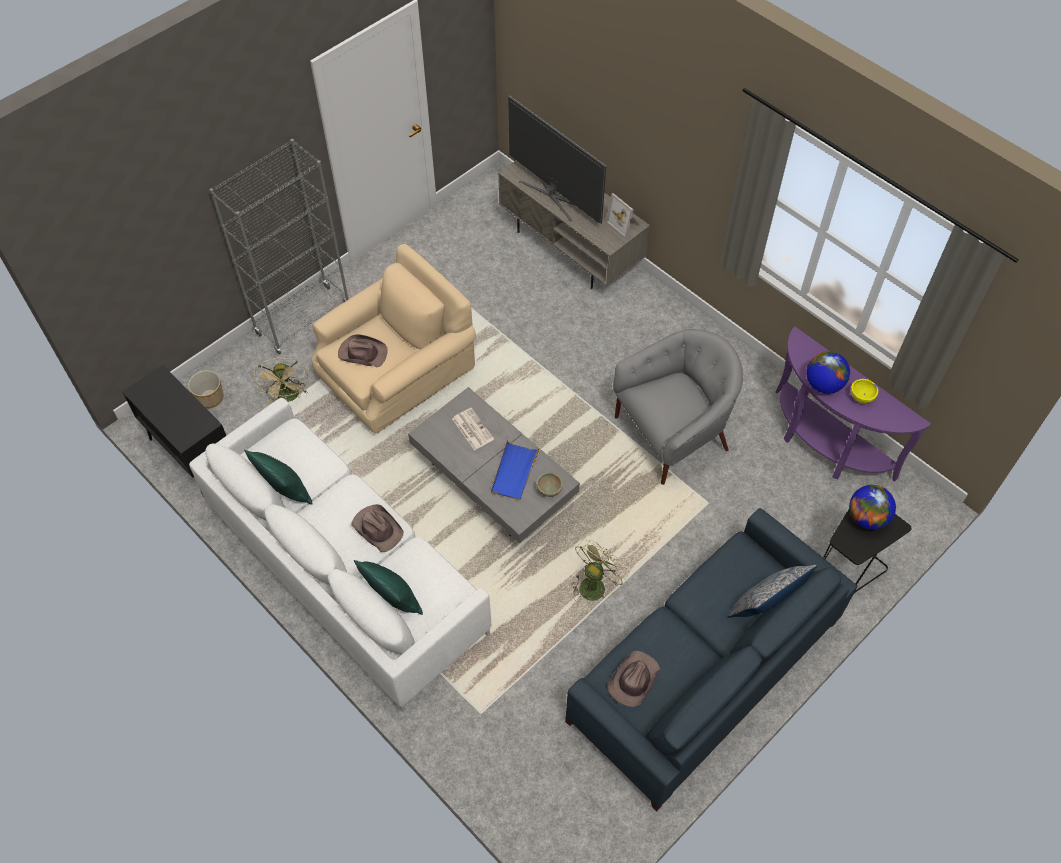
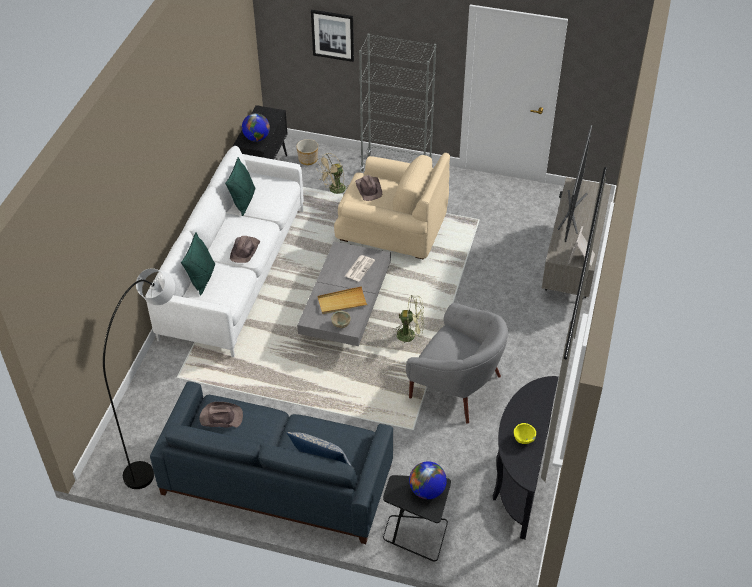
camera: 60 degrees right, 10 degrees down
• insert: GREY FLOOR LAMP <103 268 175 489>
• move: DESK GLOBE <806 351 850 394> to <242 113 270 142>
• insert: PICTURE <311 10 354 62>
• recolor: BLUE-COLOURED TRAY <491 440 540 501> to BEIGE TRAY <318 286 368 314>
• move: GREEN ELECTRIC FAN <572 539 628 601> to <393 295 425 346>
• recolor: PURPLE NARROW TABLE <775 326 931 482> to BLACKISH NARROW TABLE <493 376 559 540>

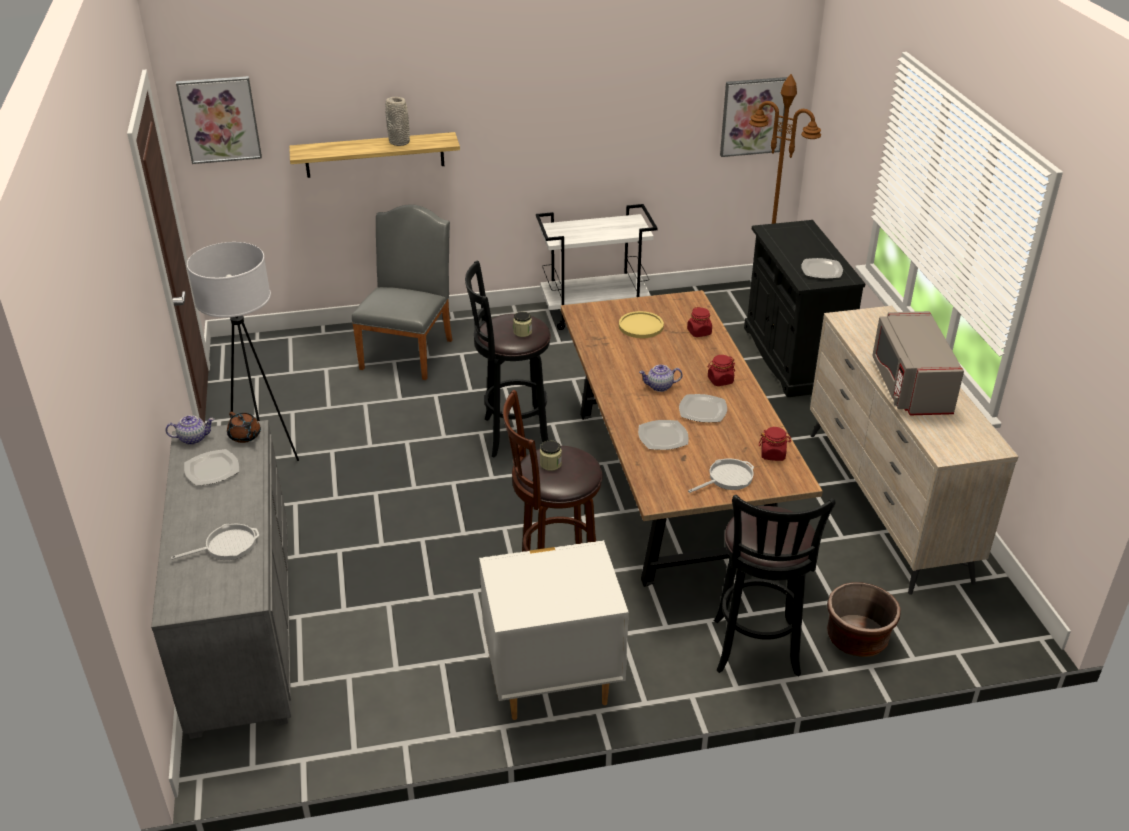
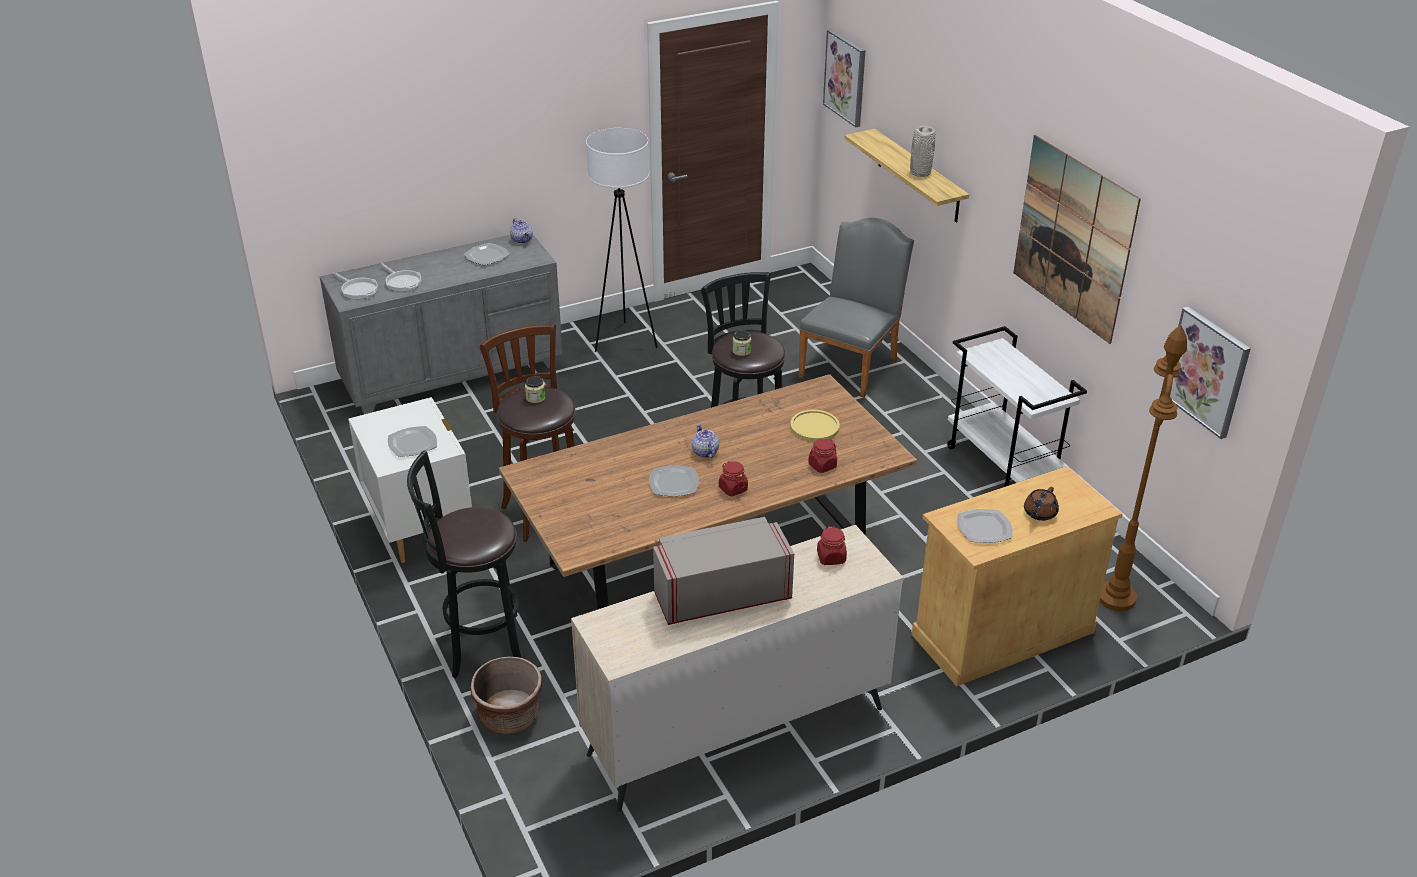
camera: 75 degrees right, 0 degrees up
• move: SKILLET <688 458 754 493> to <333 272 378 299>
• move: FLAT DISH <638 420 689 450> to <388 426 437 457>
• rotate: GREY CHAIR <352 204 452 380> = <799 218 914 398> 60 degrees counterclockwise
• move: REDDISH JAR <759 427 791 461> to <817 526 847 565>
• recolor: BLACKISH CABINET <744 220 865 397> to BEIGE CABINET <912 466 1122 686>
• insert: PICTURE <1013 135 1141 344>
• move: BROWN-COLOURED TEAPOT <227 412 261 443> to <1024 487 1059 521>

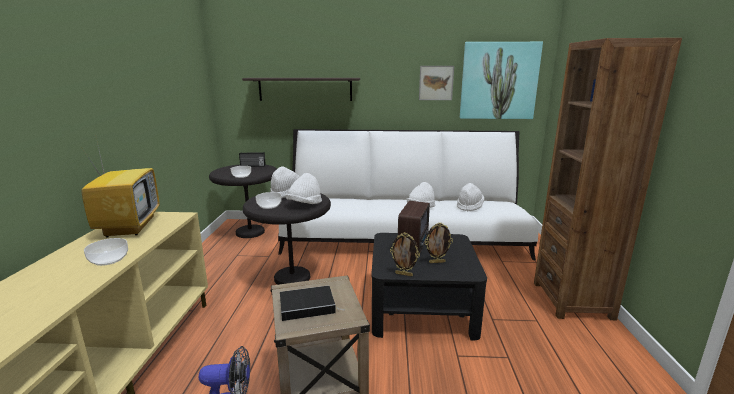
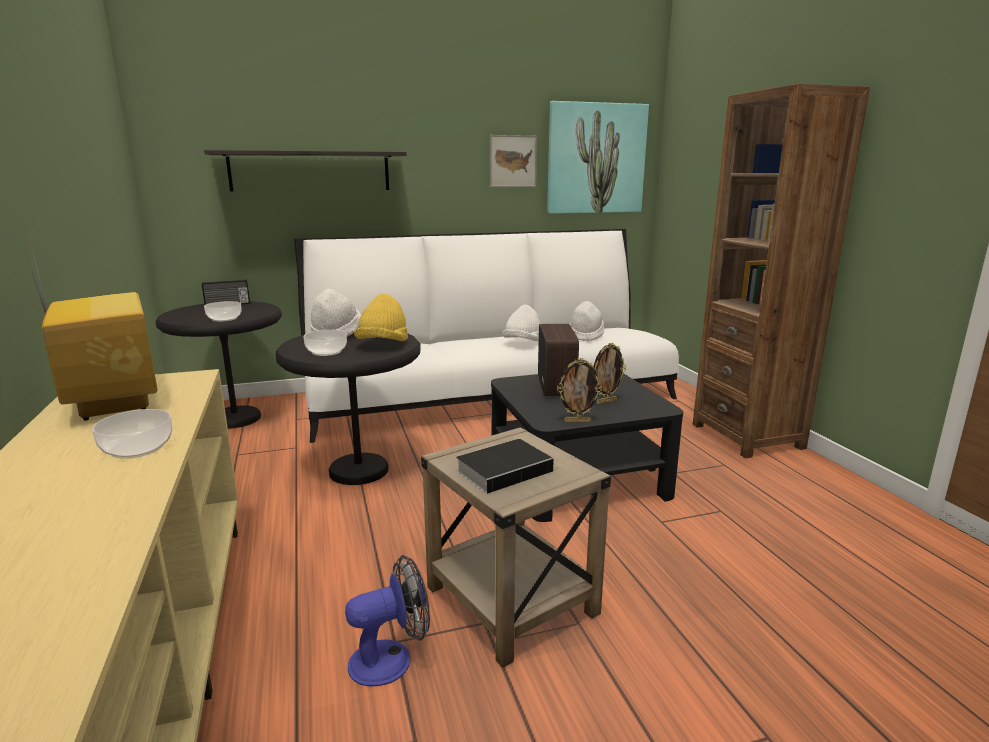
camera: 20 degrees left, 0 degrees up
• recolor: WHITISH CLOTHING HAT <285 173 322 204> to YELLOW CLOTHING HAT <354 293 408 341>

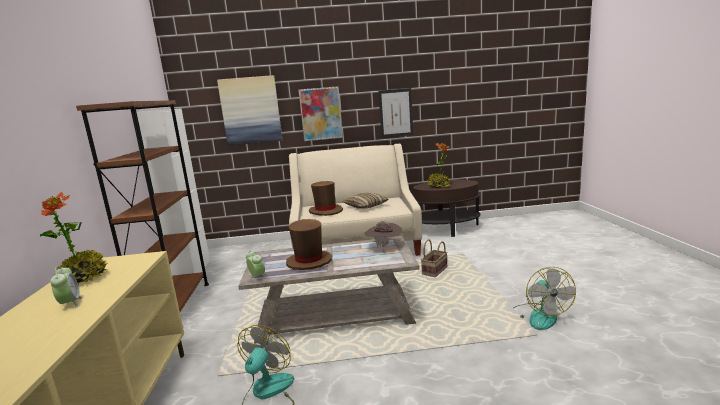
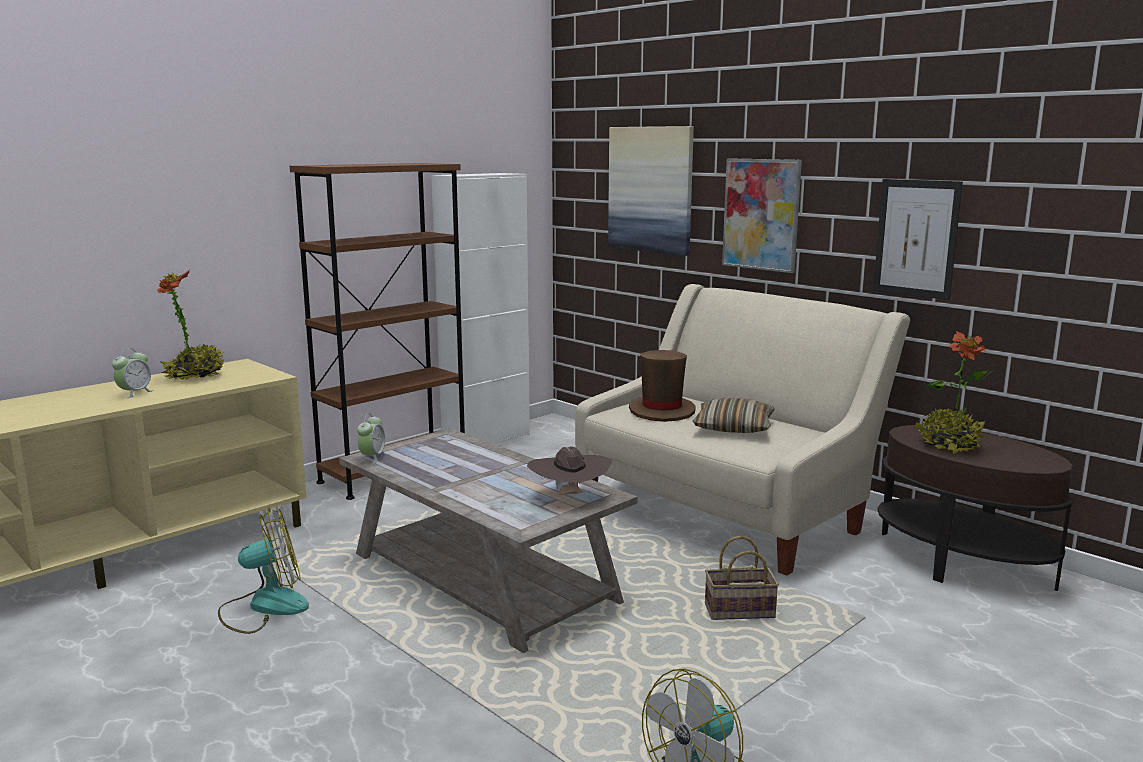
camera: 50 degrees right, 0 degrees up
• delete: BROWN-COLOURED CLOTHING HAT <286 219 332 270>

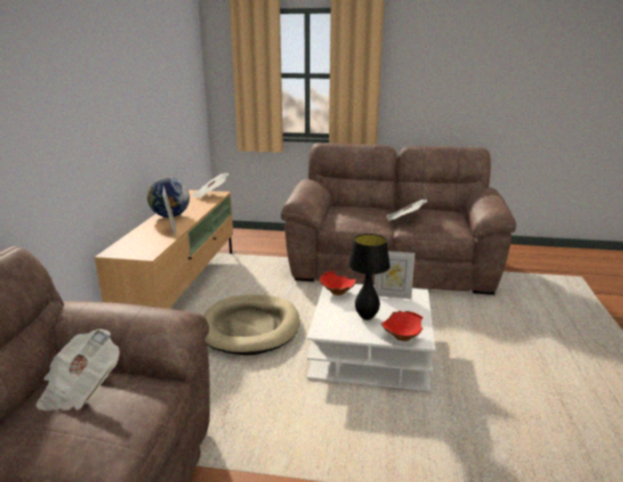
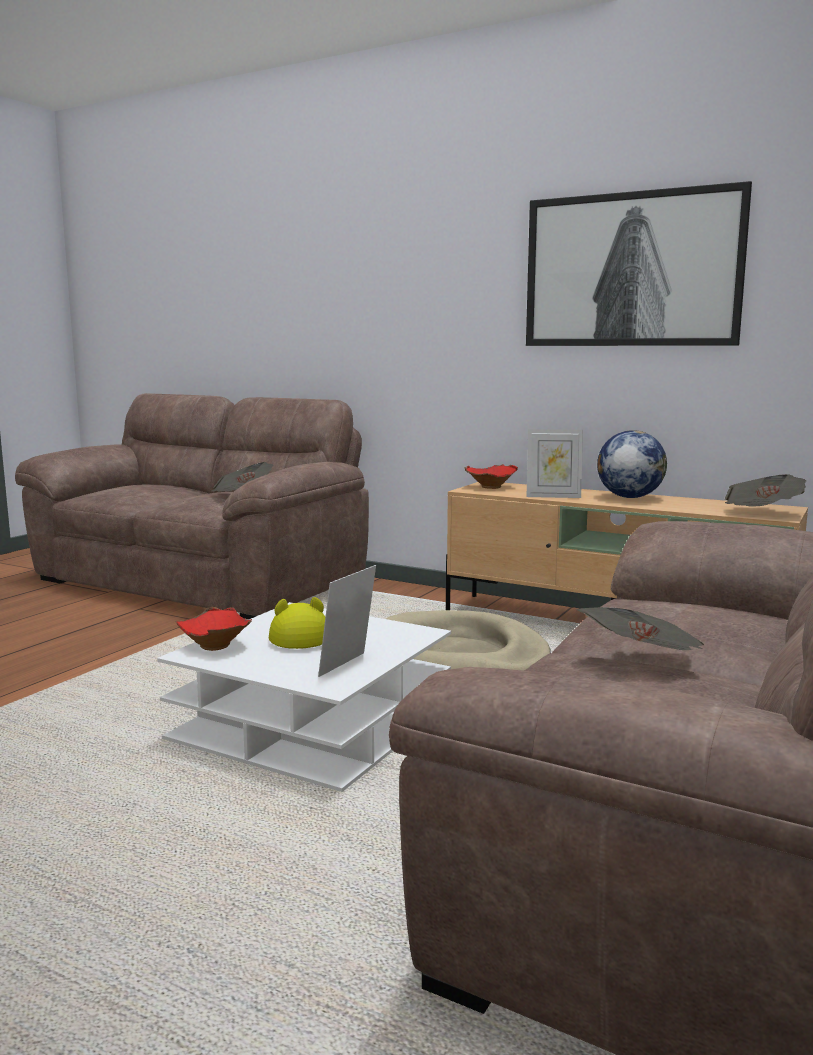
camera: 110 degrees right, 10 degrees down
• replace: BLACKISH TABLE LAMP <348 234 390 320> to YELLOW CLOTHING HAT <269 597 325 649>
• move: REDDISH DEEP DISH <319 271 357 295> to <465 464 518 489>
• insert: PICTURE <526 181 752 346>

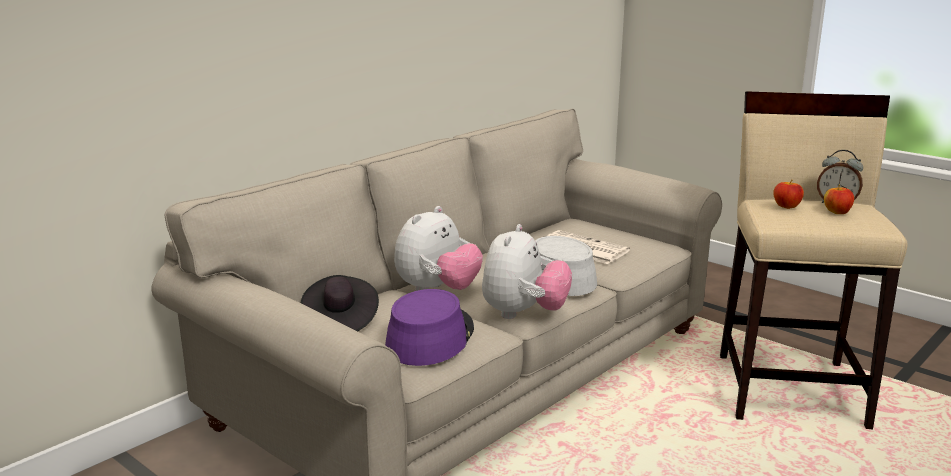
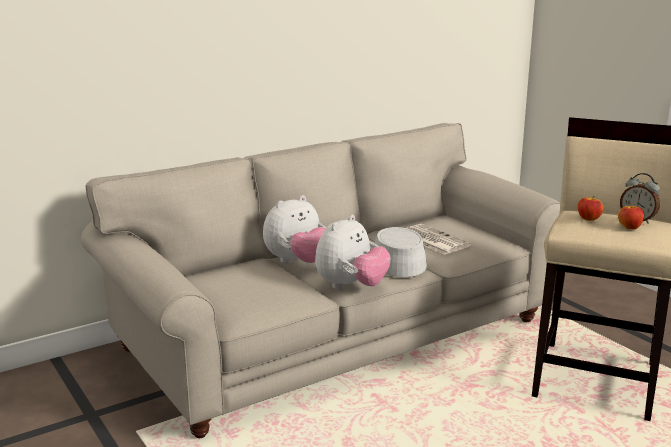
camera: 15 degrees right, 0 degrees up
• delete: BLACKISH CLOTHING HAT <301 275 379 331>
• delete: PURPLE CLOTHING HAT <385 289 474 366>

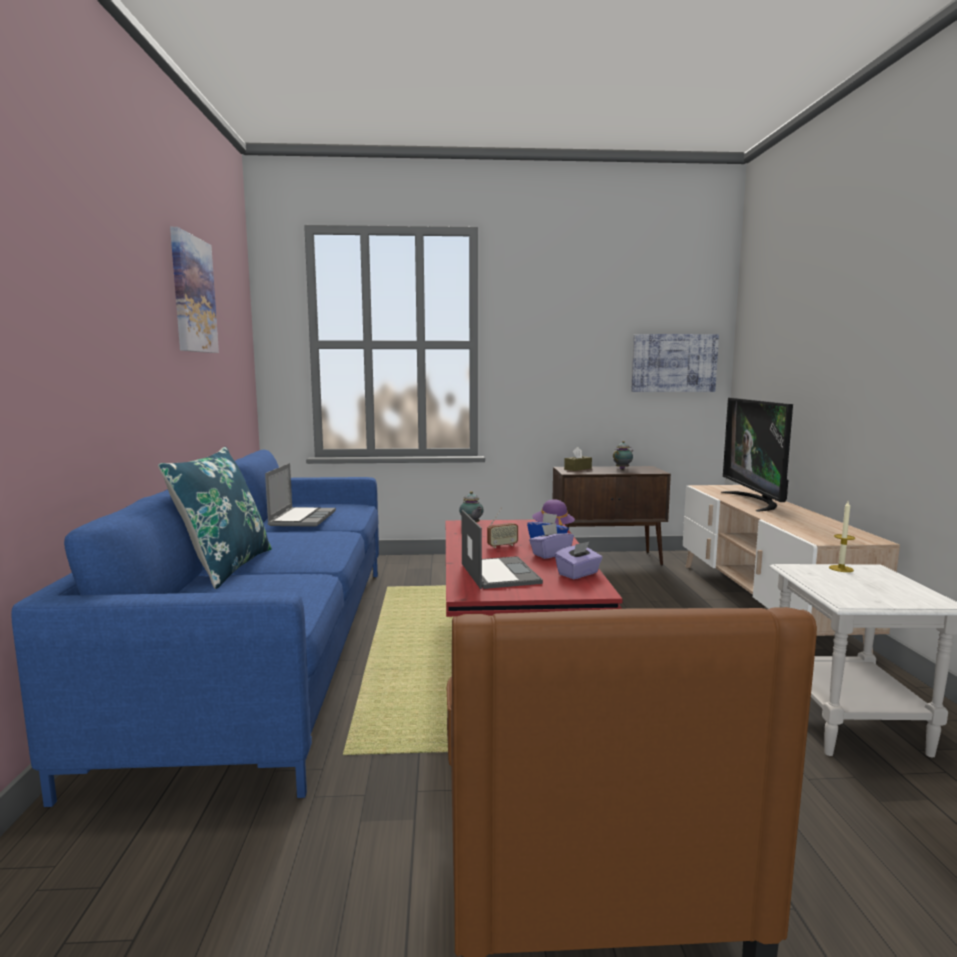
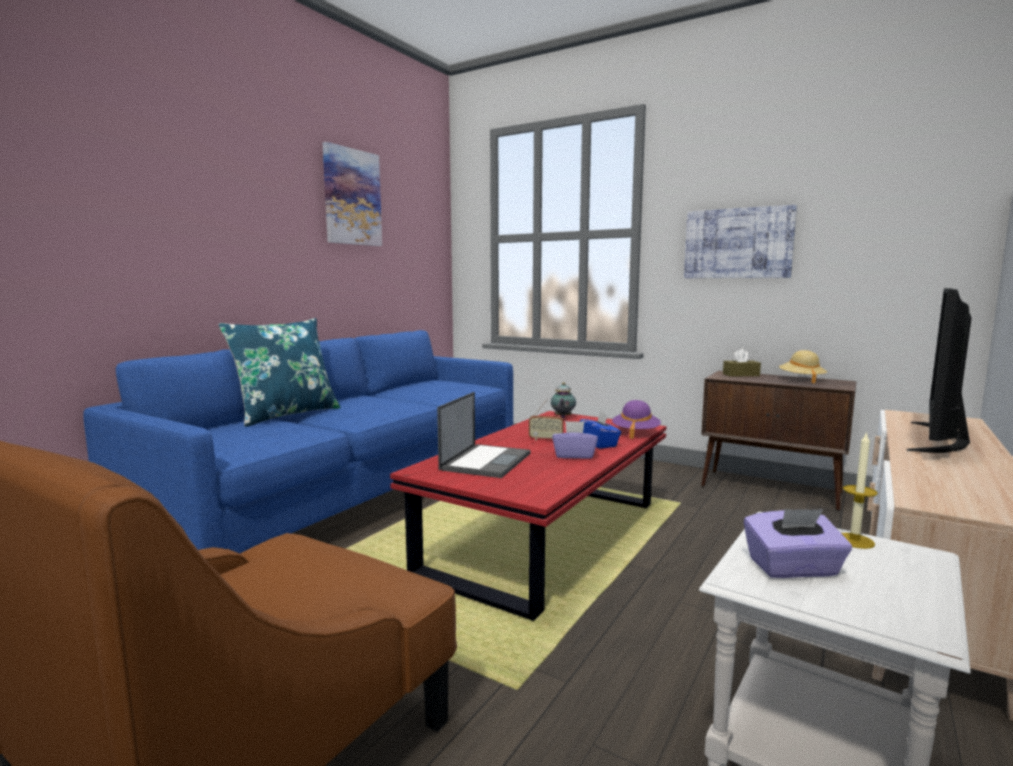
camera: 35 degrees right, 0 degrees up
• move: PICTURE <631 334 719 392> to <684 205 797 278>
• move: PURPLE TISSUE BOX <555 541 602 579> to <744 509 852 578>
• replace: TEAPOT <613 441 634 469> to BEIGE CLOTHING HAT <779 350 827 384>
• delete: LAPTOP <265 463 336 527>

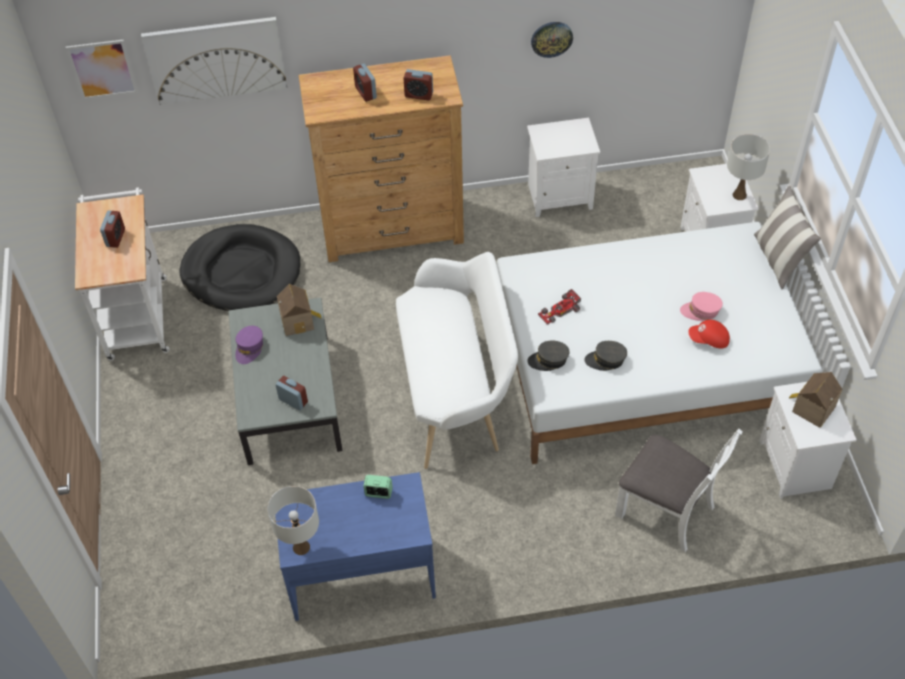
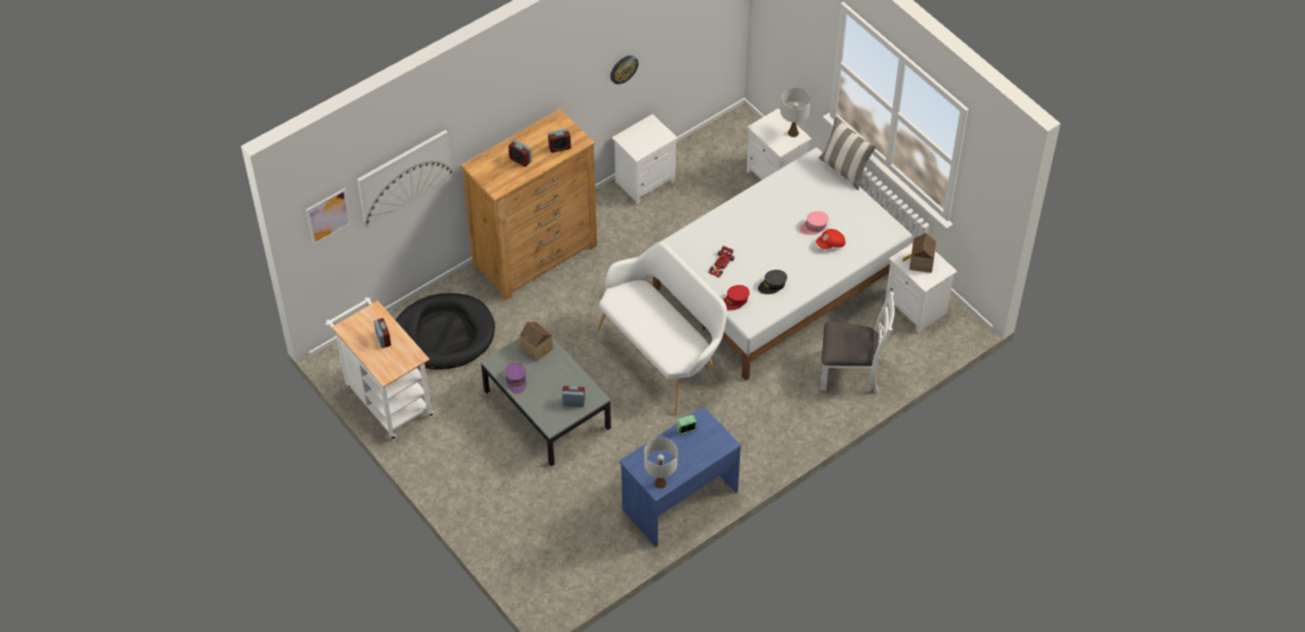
camera: 30 degrees left, 0 degrees up
• recolor: GREY PEAKED CAP <527 340 570 371> to REDDISH PEAKED CAP <723 285 750 311>

